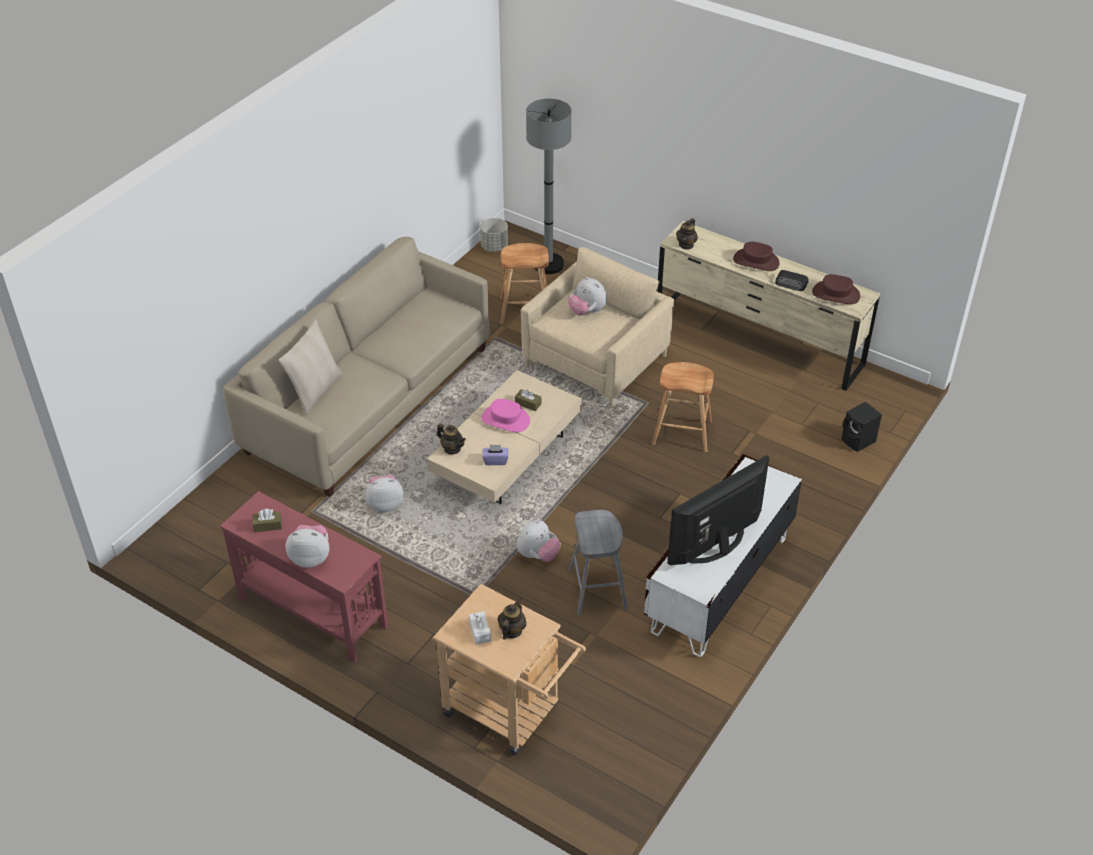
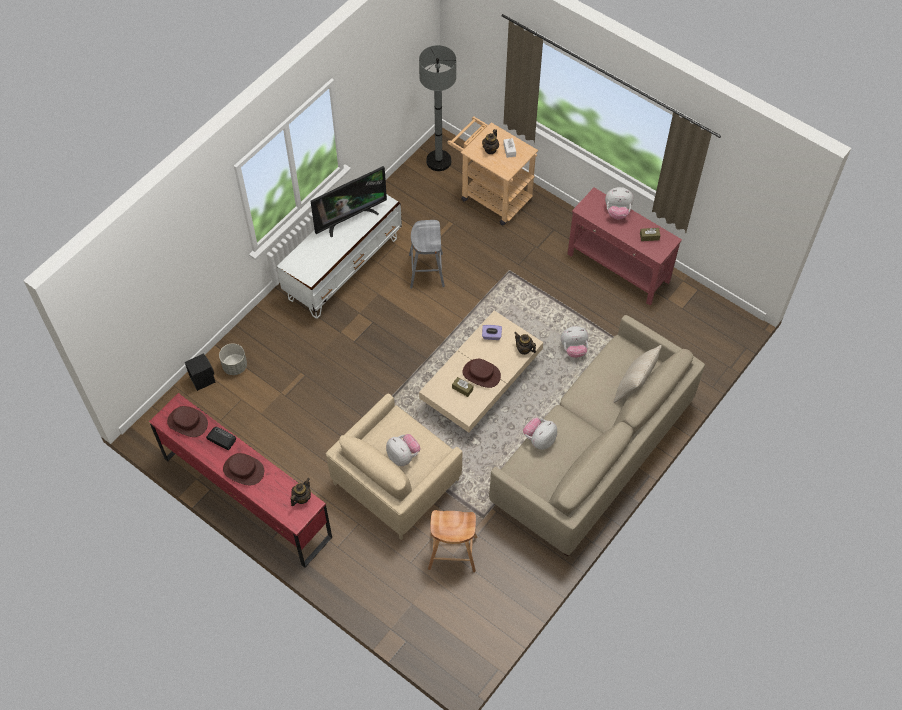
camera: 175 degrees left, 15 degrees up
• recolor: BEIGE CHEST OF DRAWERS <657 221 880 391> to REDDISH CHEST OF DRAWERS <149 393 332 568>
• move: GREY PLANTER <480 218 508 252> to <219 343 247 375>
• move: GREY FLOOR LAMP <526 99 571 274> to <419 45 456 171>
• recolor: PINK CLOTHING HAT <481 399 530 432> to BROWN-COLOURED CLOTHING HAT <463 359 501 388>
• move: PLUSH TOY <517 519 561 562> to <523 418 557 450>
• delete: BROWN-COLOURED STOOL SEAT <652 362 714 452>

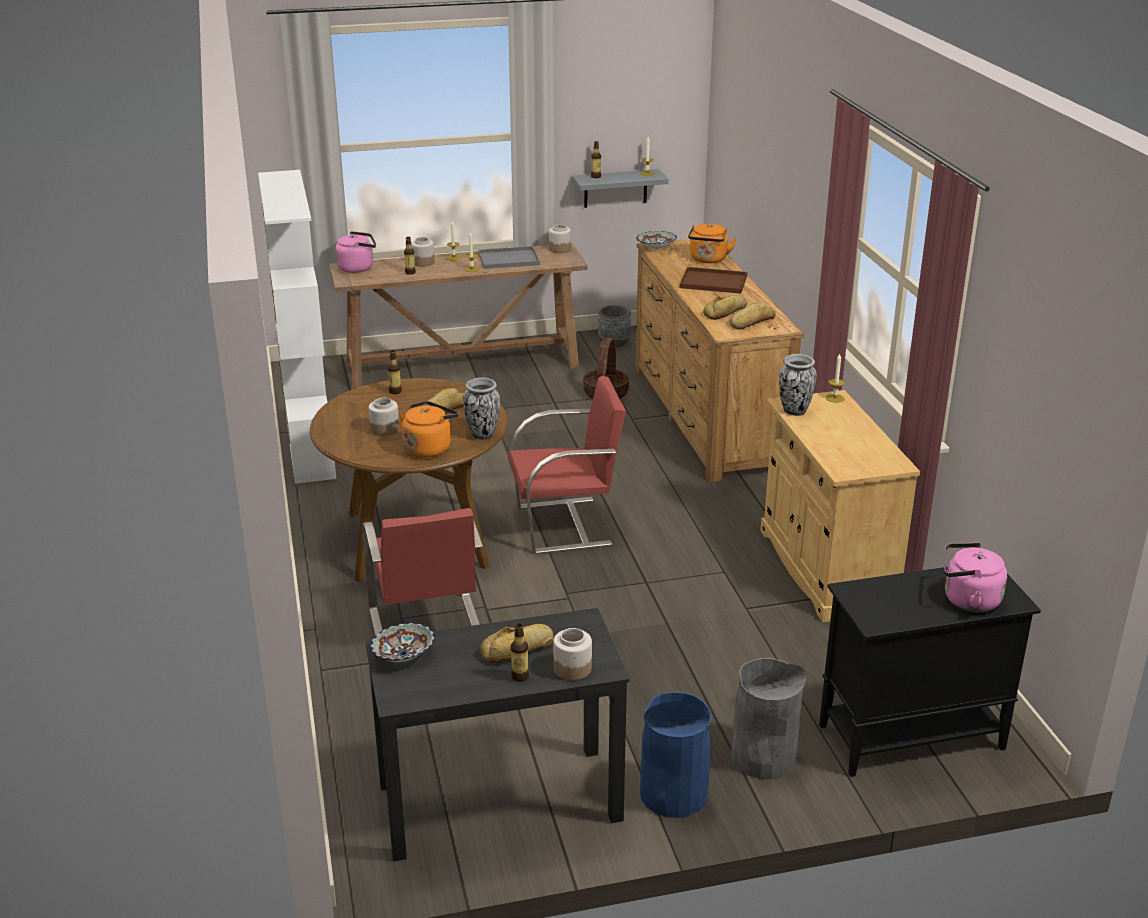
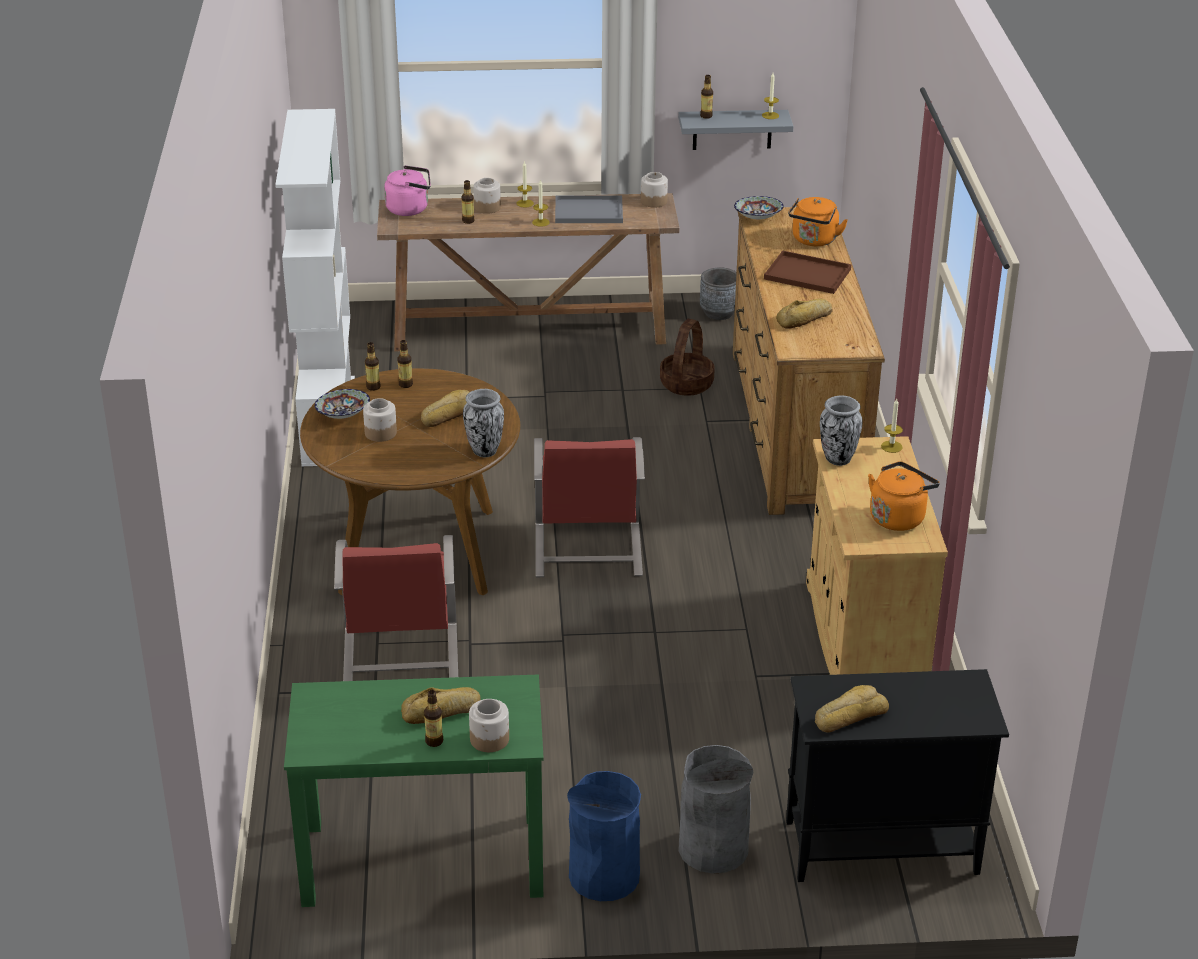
camera: 10 degrees right, 5 degrees up
• recolor: BLACKISH DESK <365 608 629 861> to GREEN DESK <284 674 544 907>
• move: DEEP DISH <370 623 435 662> to <314 389 370 419>
• insert: BOTTLE <365 342 380 391>
• rotate: REDDISH CHAIR <508 376 626 554> = <534 437 645 577> 90 degrees clockwise
• move: BREAD <730 302 776 330> to <815 685 889 733>
• move: ORANGE-COLOURED TEA KETTLE <399 401 459 458> to <868 461 940 531>
• delete: PINK TEA KETTLE <944 542 1007 612>

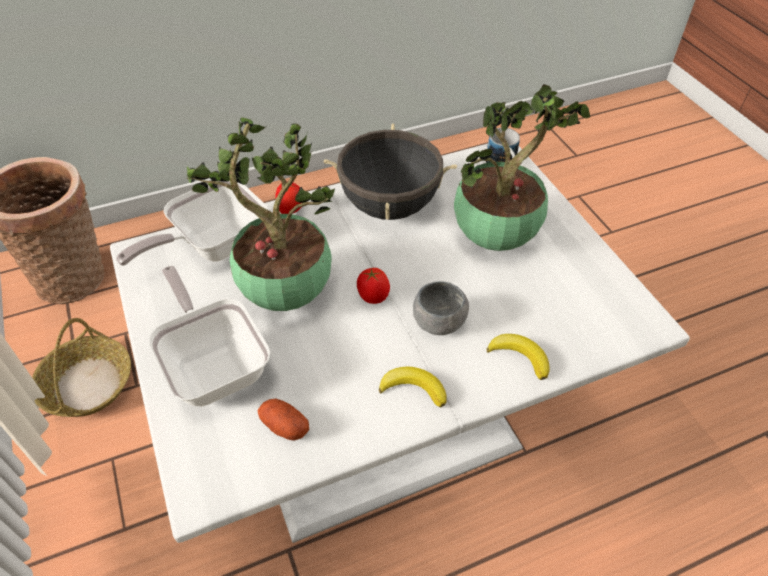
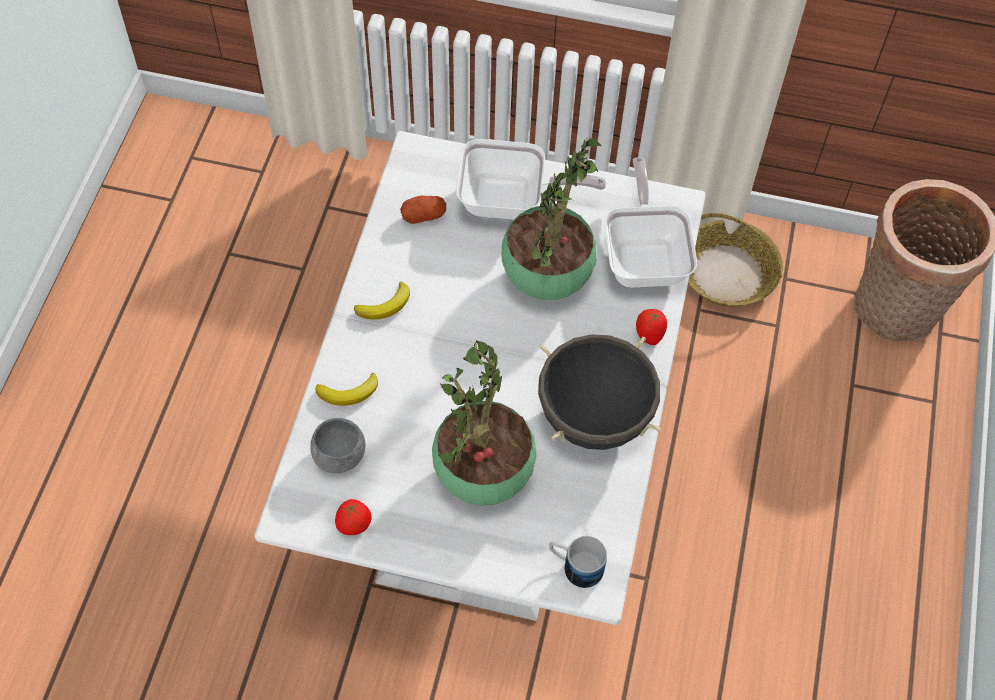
camera: 125 degrees right, 10 degrees up
• move: GREY DEEP DISH <413 281 469 335> to <310 418 366 473>
• move: TOMATO <357 268 390 304> to <335 499 372 535>

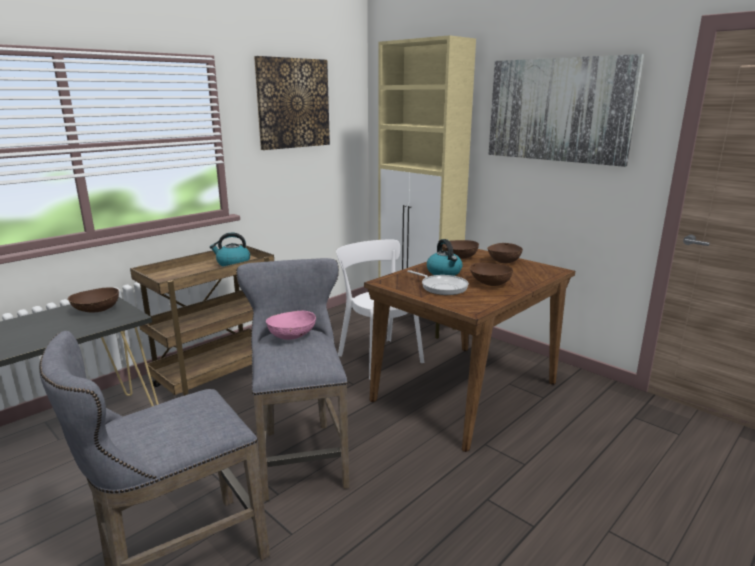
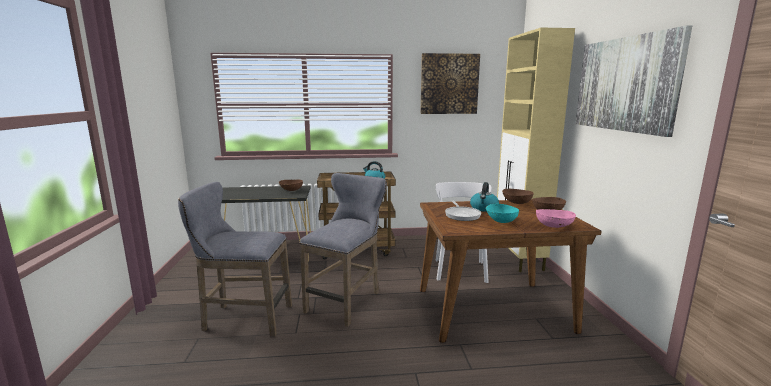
camera: 40 degrees right, 5 degrees down
• recolor: BROWN-COLOURED DEEP DISH <470 263 513 286> to BLUE-GREEN DEEP DISH <486 203 519 223>
• move: PINK DEEP DISH <266 310 316 340> to <536 209 576 228>

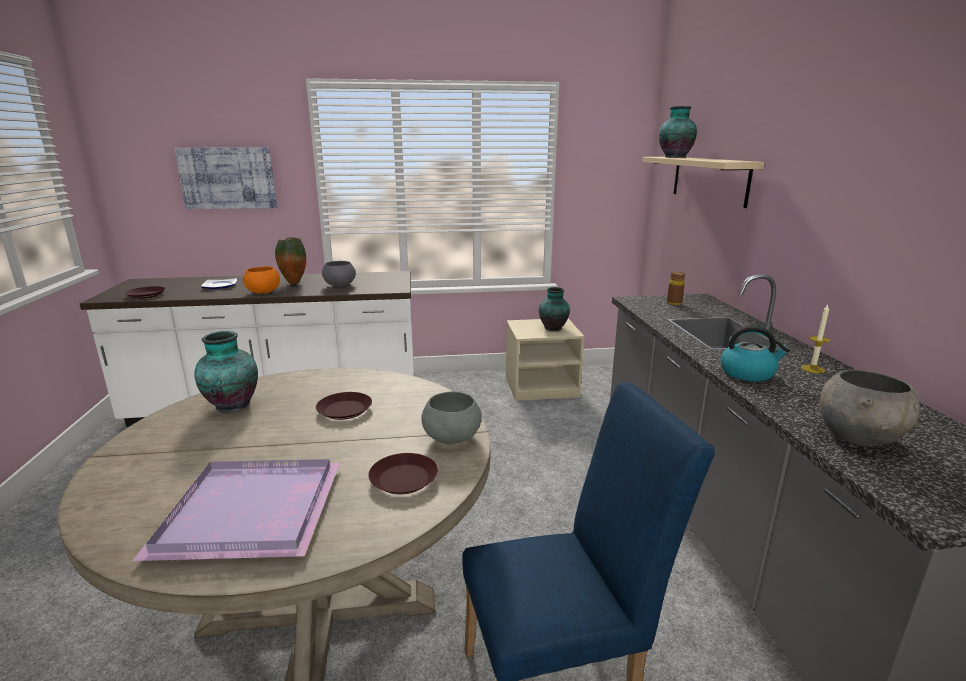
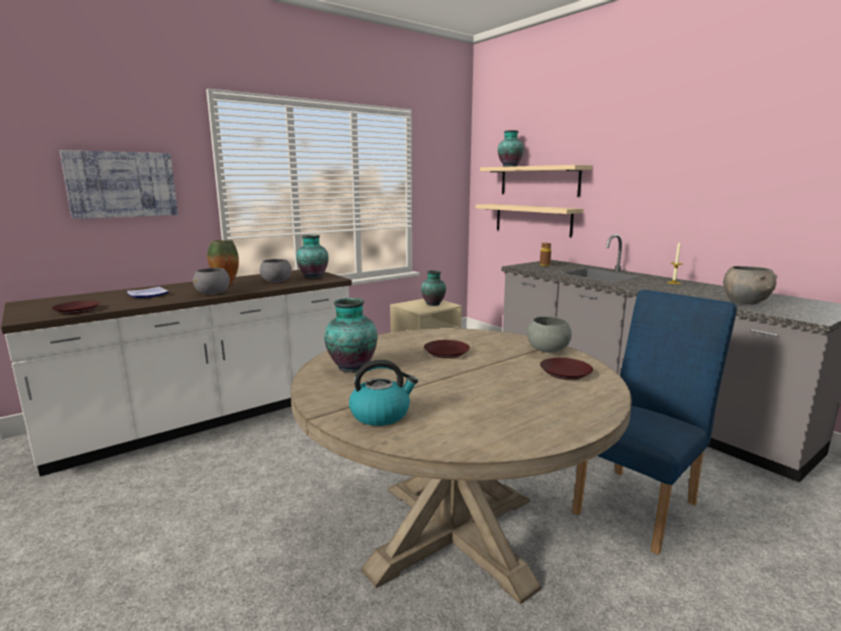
camera: 30 degrees left, 5 degrees down
• recolor: ORANGE-COLOURED DEEP DISH <243 266 280 294> to GREY DEEP DISH <193 268 230 295>
• insert: VASE <296 235 329 279>
• move: TEA KETTLE <720 326 790 382> to <349 360 418 426>
• insert: BEIGE WALL SHELF <476 204 583 238>
• delete: PURPLE TRAY <132 459 340 561>

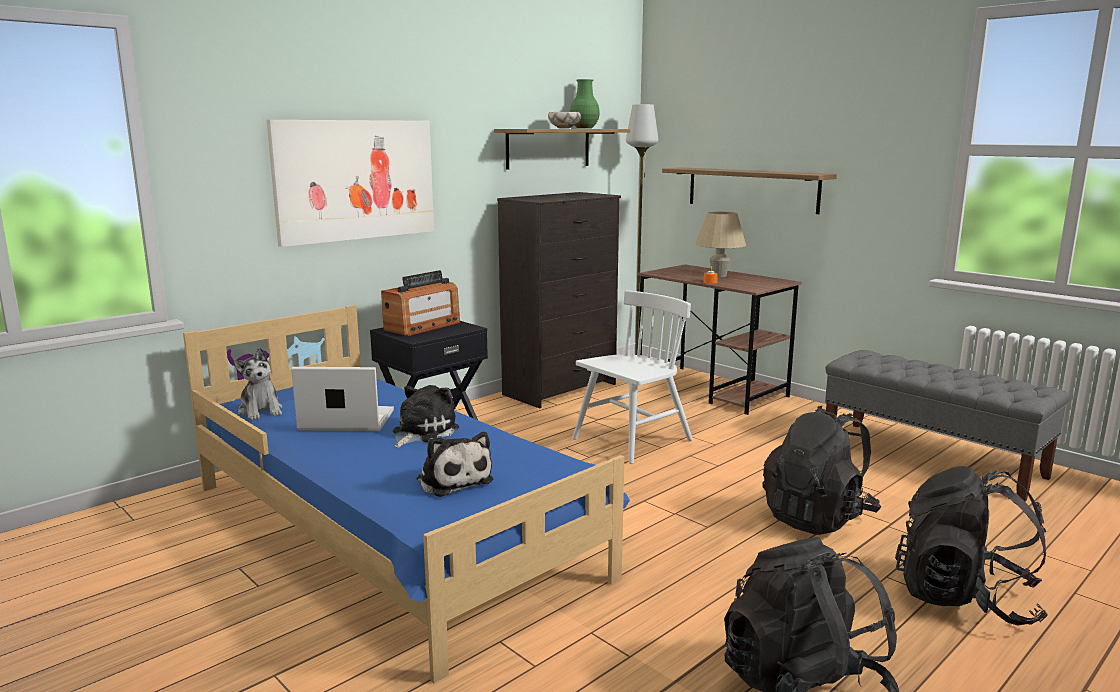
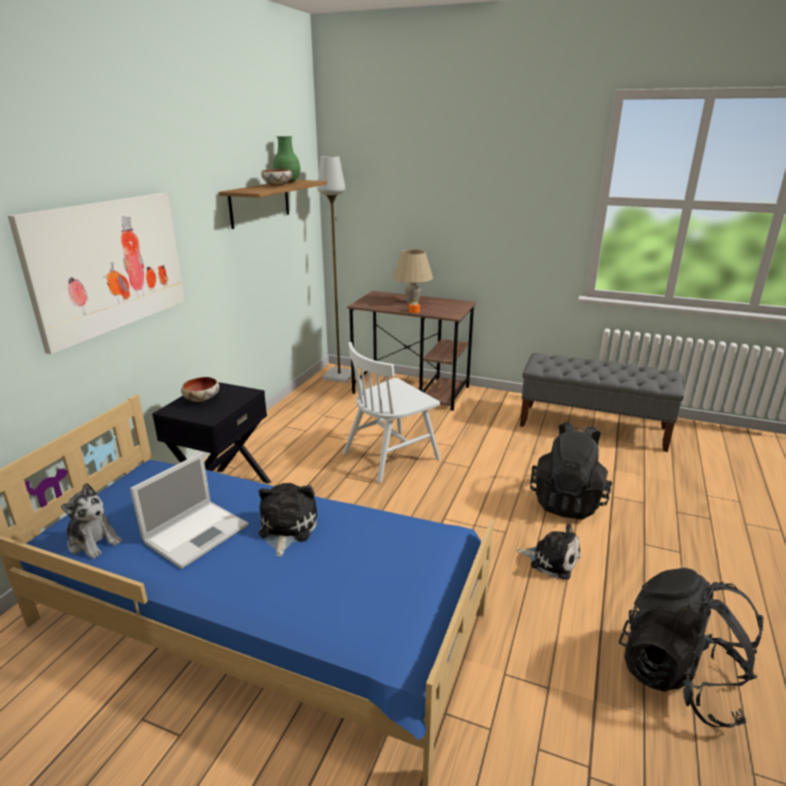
camera: 25 degrees left, 10 degrees up
• rotate: LAPTOP <291 367 394 431> = <130 453 249 569> 150 degrees clockwise
• replace: RADIO <381 270 460 336> to DEEP DISH <181 377 219 402>
• rotate: WHITISH CHAIR <572 290 693 464> = <343 342 440 483> 150 degrees counterclockwise
• move: PLUSH TOY <416 432 493 497> to <516 523 580 580>
• delete: BLACKISH CHEST OF DRAWERS <497 192 621 408>
• delete: WALL SHELF <662 167 837 214>
• delete: BLACKISH KNAPSACK <895 466 1048 626>

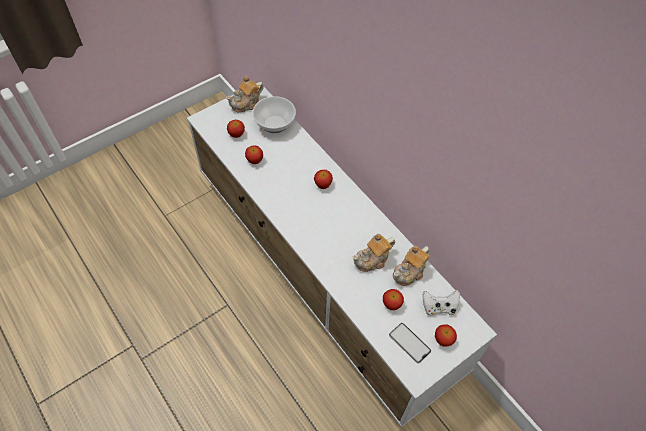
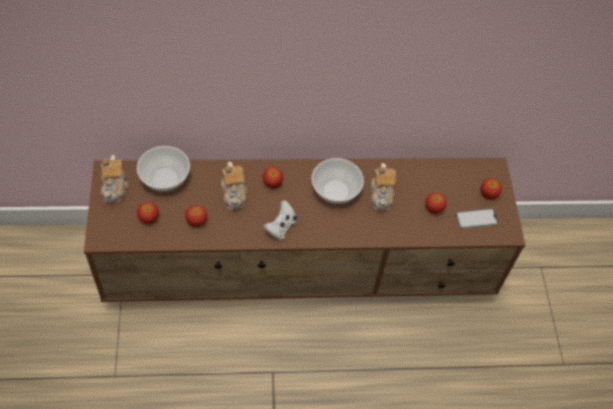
camera: 60 degrees left, 0 degrees up
• recolor: WHITISH TV UNIT <187 85 497 428> to BROWN-COLOURED TV UNIT <84 158 526 302>
• move: TEAPOT <393 246 430 286> to <221 162 248 211>
• move: WHITISH GAMEPAD <422 290 460 316> to <263 200 297 240>
• insert: DEEP DISH <312 158 364 204>

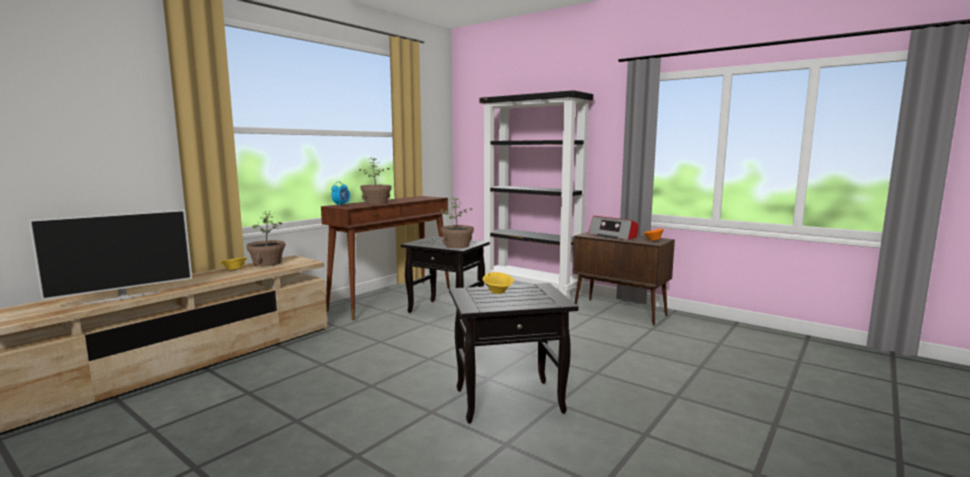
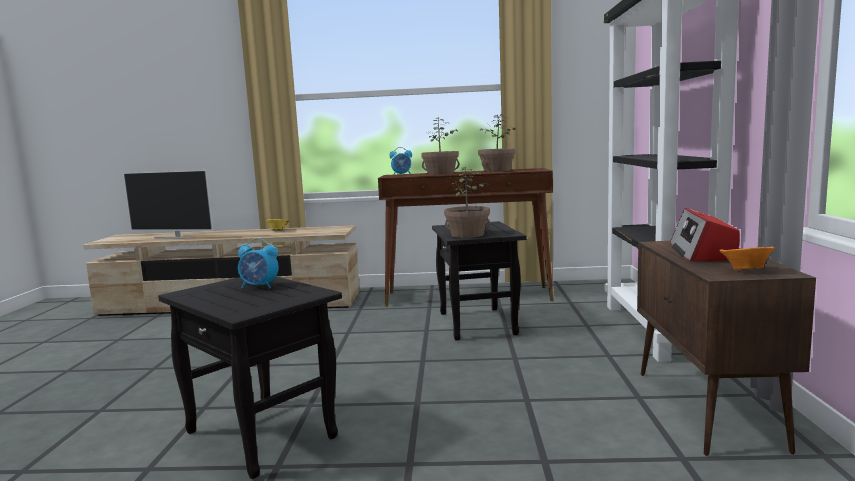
camera: 55 degrees right, 0 degrees up
• replace: YELLOW DEEP DISH <483 272 514 294> to BEDSIDE CLOCK <238 238 279 289>
• move: HOUSEPLANT <246 211 285 266> to <478 114 516 172>

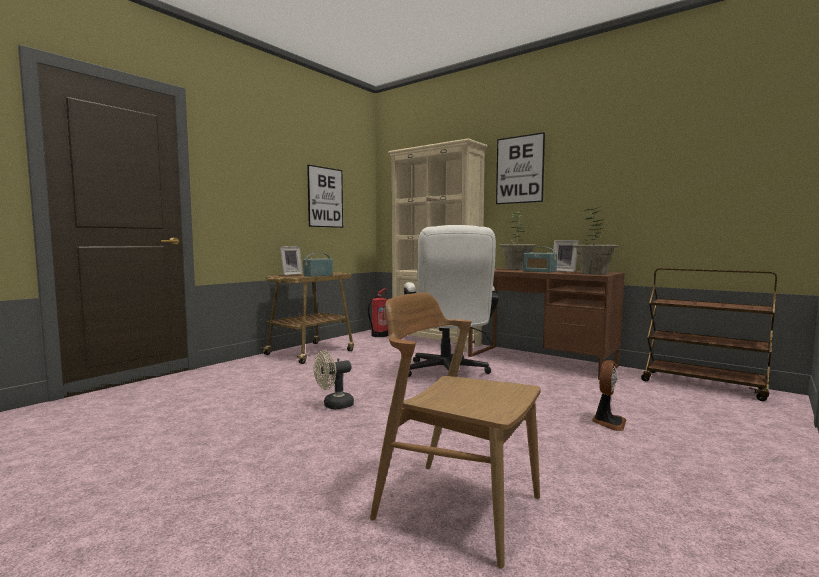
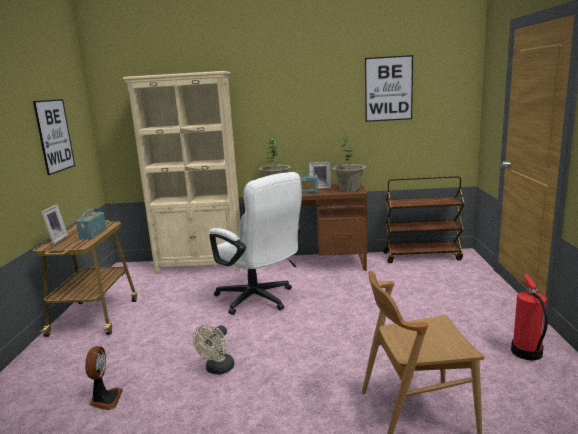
camera: 35 degrees left, 10 degrees up
• move: ELECTRIC FAN <592 360 626 431> to <85 346 123 410>
• move: PICTURE <496 132 545 204> to <365 55 413 122>
• move: EXTINGUISHER <368 288 388 337> to <511 274 548 361>

